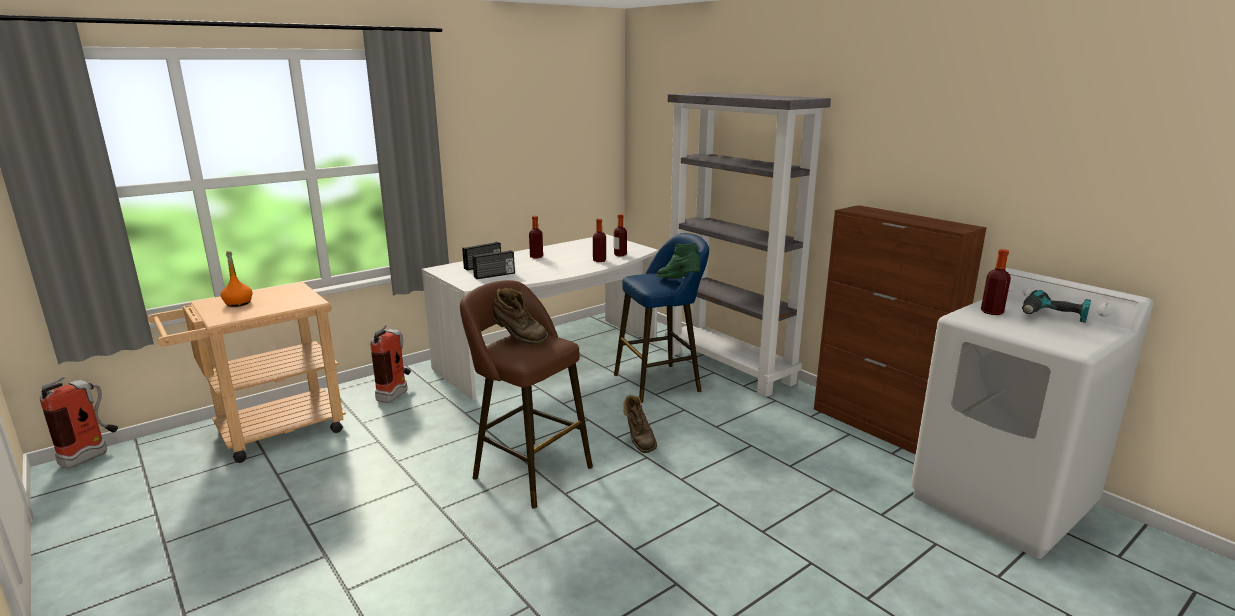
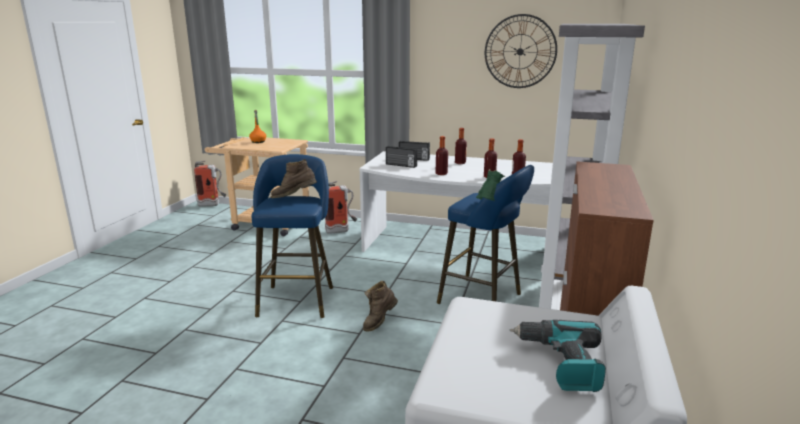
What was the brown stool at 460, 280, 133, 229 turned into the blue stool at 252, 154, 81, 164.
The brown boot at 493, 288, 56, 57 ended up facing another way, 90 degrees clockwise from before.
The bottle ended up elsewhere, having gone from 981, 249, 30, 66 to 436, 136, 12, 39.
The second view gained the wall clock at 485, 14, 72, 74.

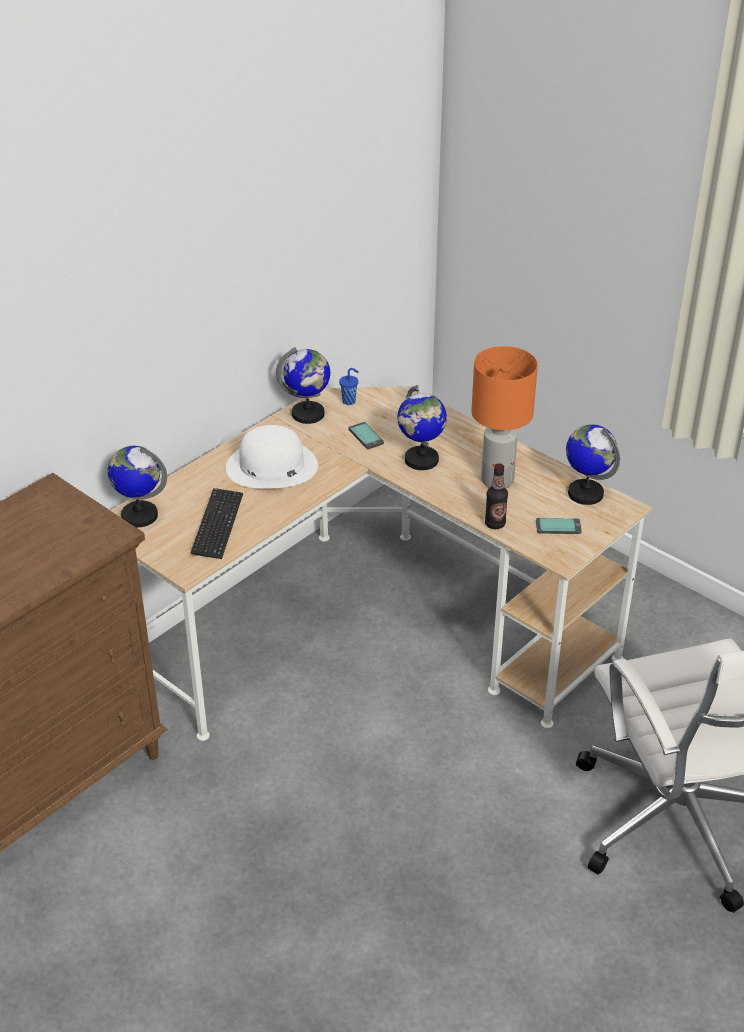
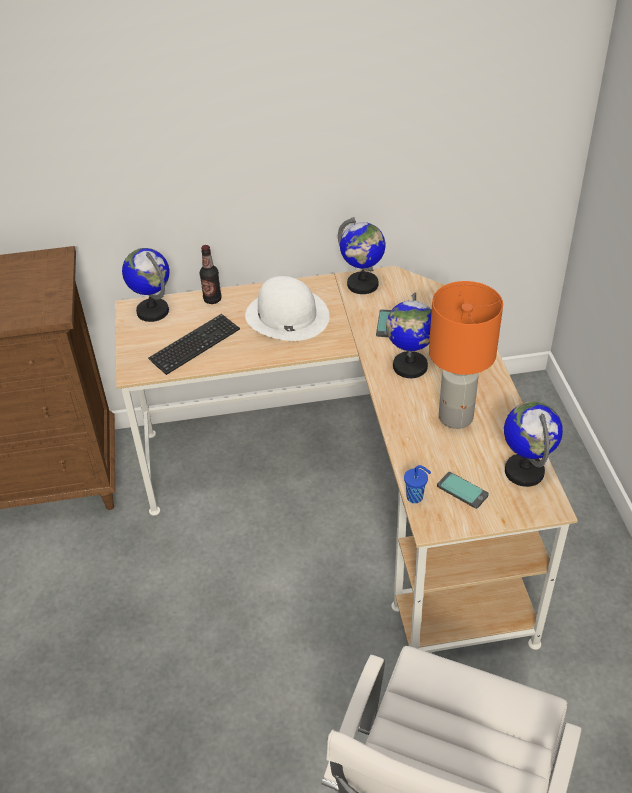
The bottle ended up elsewhere, having gone from 485, 463, 23, 66 to 199, 245, 23, 59.
The blue cup ended up elsewhere, having gone from 339, 368, 20, 37 to 404, 465, 27, 39.

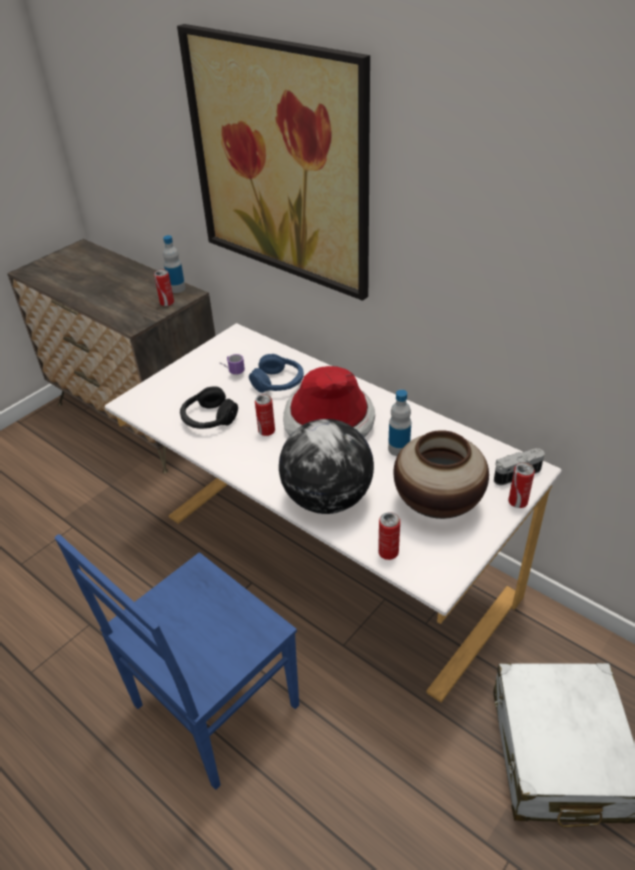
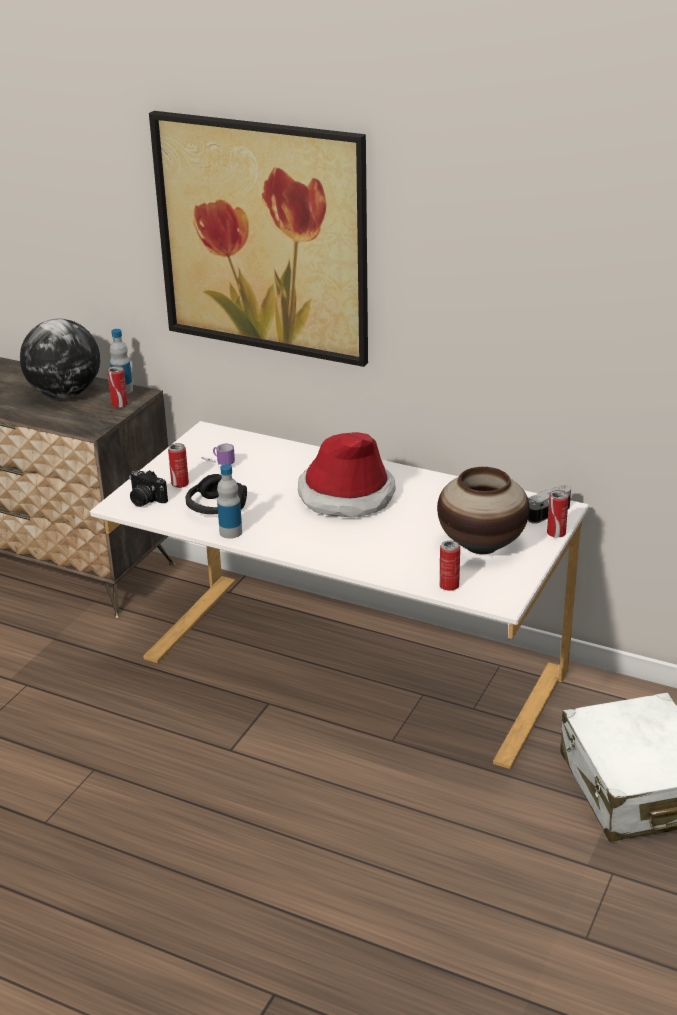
The globe ended up elsewhere, having gone from 279, 419, 95, 95 to 20, 319, 80, 79.
The second view gained the photo camera at 129, 470, 39, 37.
The can ended up elsewhere, having gone from 255, 394, 20, 42 to 168, 443, 21, 45.
The bottle ended up elsewhere, having gone from 388, 390, 23, 66 to 217, 464, 25, 75.
The second view lost the blue chair at 55, 534, 244, 256.
The second view lost the blue headphones at 249, 354, 55, 39.

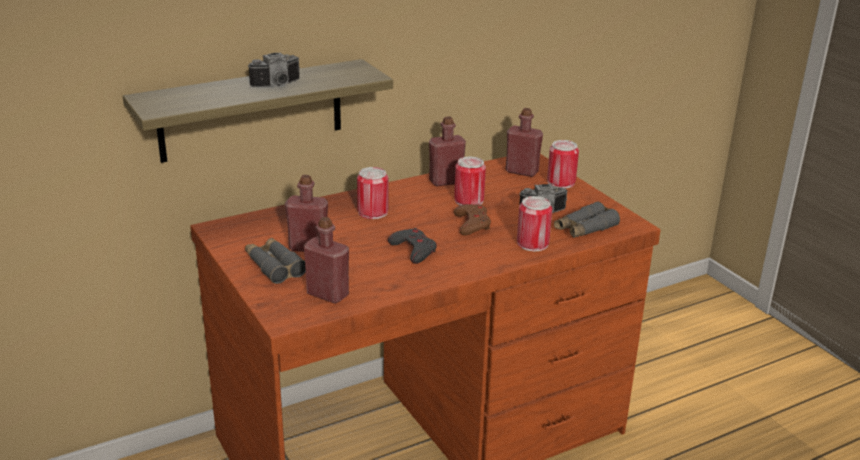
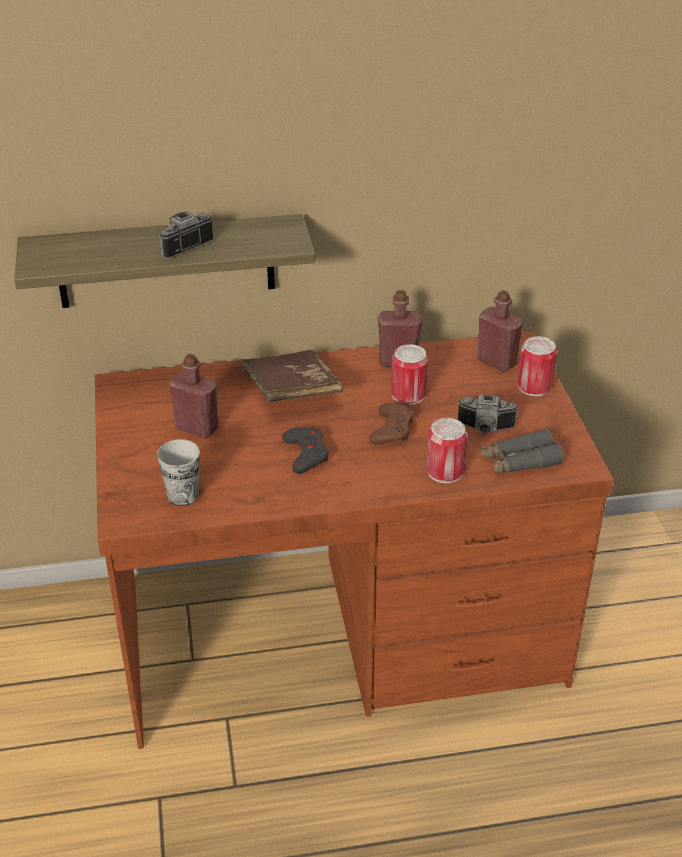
Where the red bottle stood at 304, 217, 45, 87, the cup came to stand at 157, 439, 43, 67.
The photo camera at 248, 53, 52, 34 ended up facing another way, 150 degrees clockwise from before.
Where the can stood at 357, 167, 31, 52, the brown book came to stand at 242, 350, 101, 53.
The second view lost the grey binoculars at 245, 238, 61, 46.

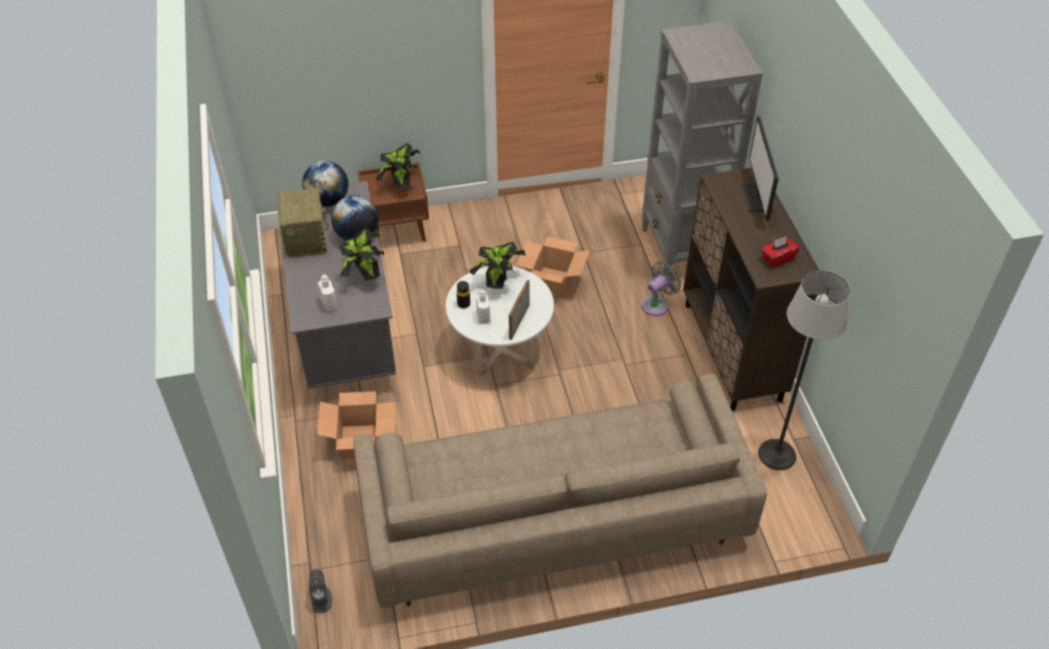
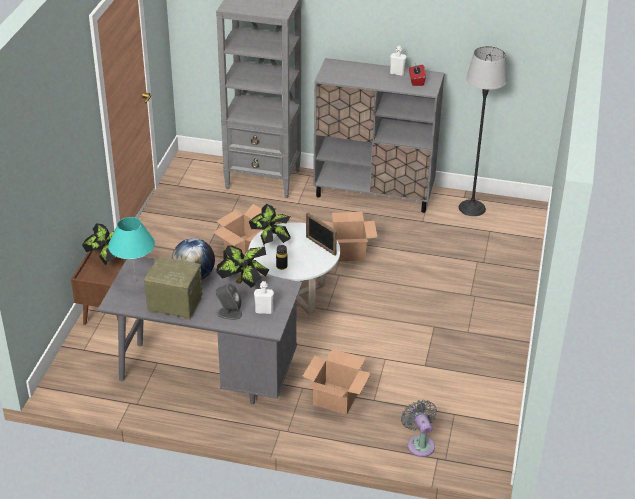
Where the globe stood at 302, 161, 46, 46, the turquoise table lamp came to stand at 108, 217, 47, 65.
The grey speaker ended up elsewhere, having gone from 308, 569, 24, 44 to 216, 283, 26, 37.
What was the brown cabinet at 683, 168, 137, 243 turned into the grey cabinet at 313, 58, 131, 155.
The second view gained the cardboard box at 323, 212, 54, 49.
The white bottle ended up elsewhere, having gone from 476, 289, 14, 35 to 390, 46, 17, 30.
The grey fan ended up elsewhere, having gone from 642, 261, 39, 55 to 401, 400, 36, 57.
The second view lost the beige sofa at 353, 374, 414, 234.
The second view lost the monitor at 741, 116, 38, 105.

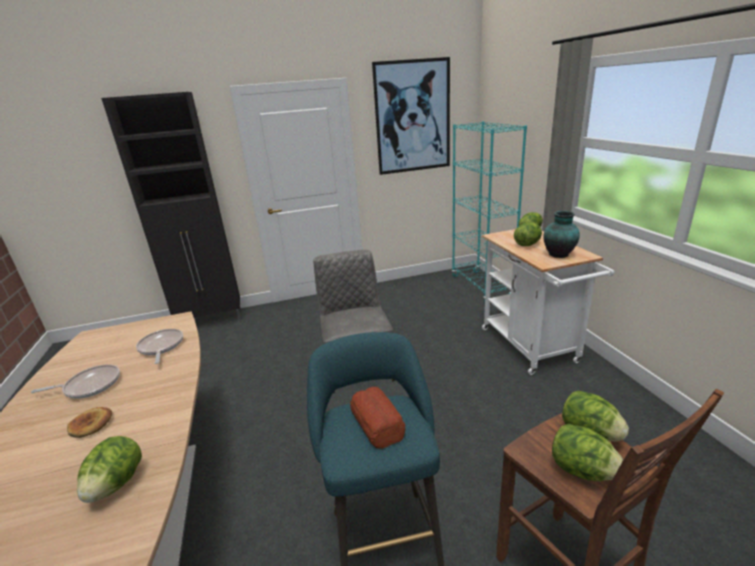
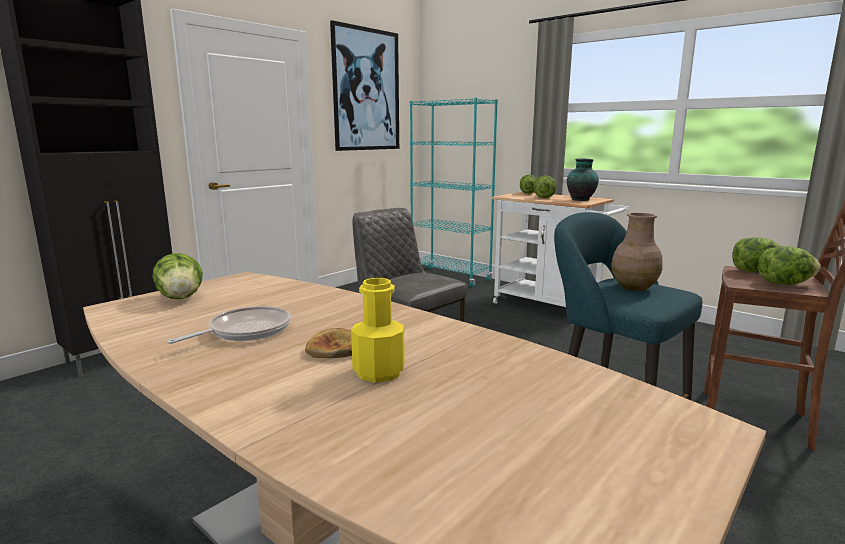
The lettuce ended up elsewhere, having gone from 77, 436, 65, 67 to 152, 253, 51, 46.
The second view gained the yellow bottle at 351, 278, 54, 105.
Where the bread stood at 350, 387, 55, 62, the brown vase came to stand at 611, 213, 52, 78.
The second view lost the frying pan at 136, 329, 47, 35.

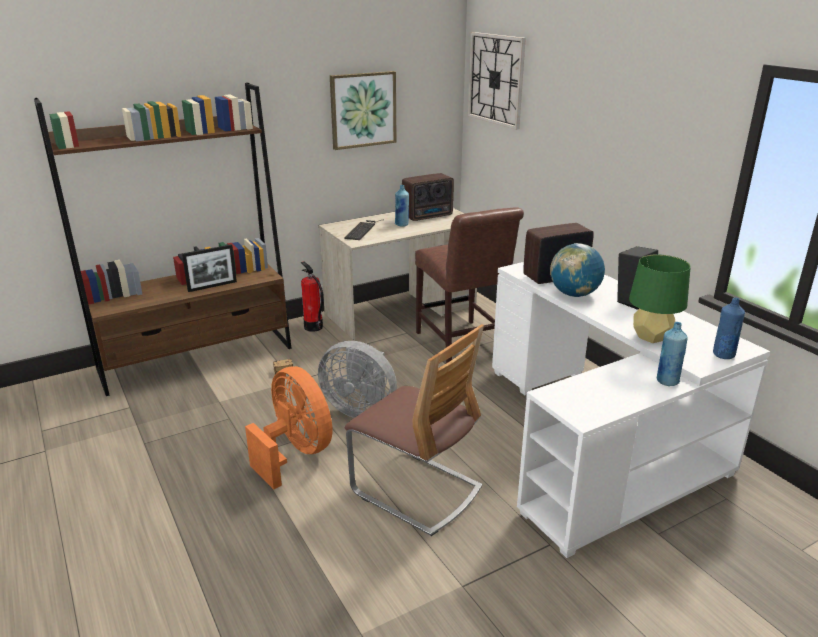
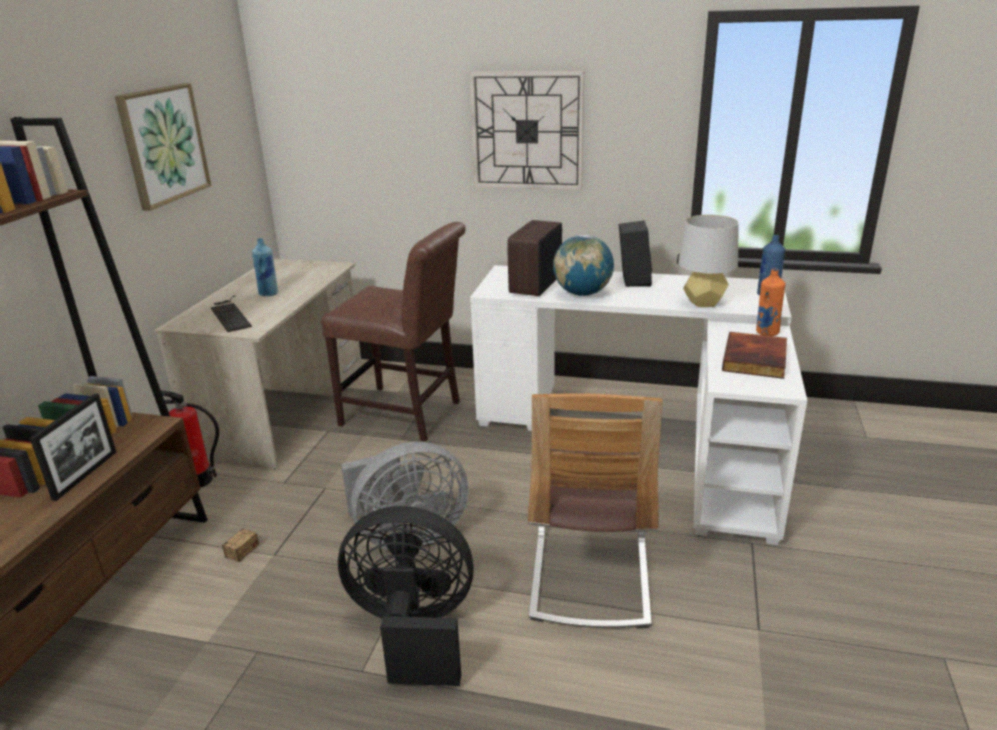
What was the orange fan at 245, 366, 87, 123 turned into the black fan at 338, 506, 136, 180.
The wall clock ended up elsewhere, having gone from 468, 32, 58, 98 to 470, 71, 114, 119.
The chair at 345, 324, 139, 212 ended up facing another way, 105 degrees clockwise from before.
What was the green table lamp at 629, 254, 62, 89 turned into the grey table lamp at 678, 215, 61, 92.
The second view gained the book at 722, 332, 65, 47.
What was the blue bottle at 657, 322, 31, 64 turned into the orange bottle at 756, 269, 29, 67.
The second view lost the radio at 402, 173, 52, 48.

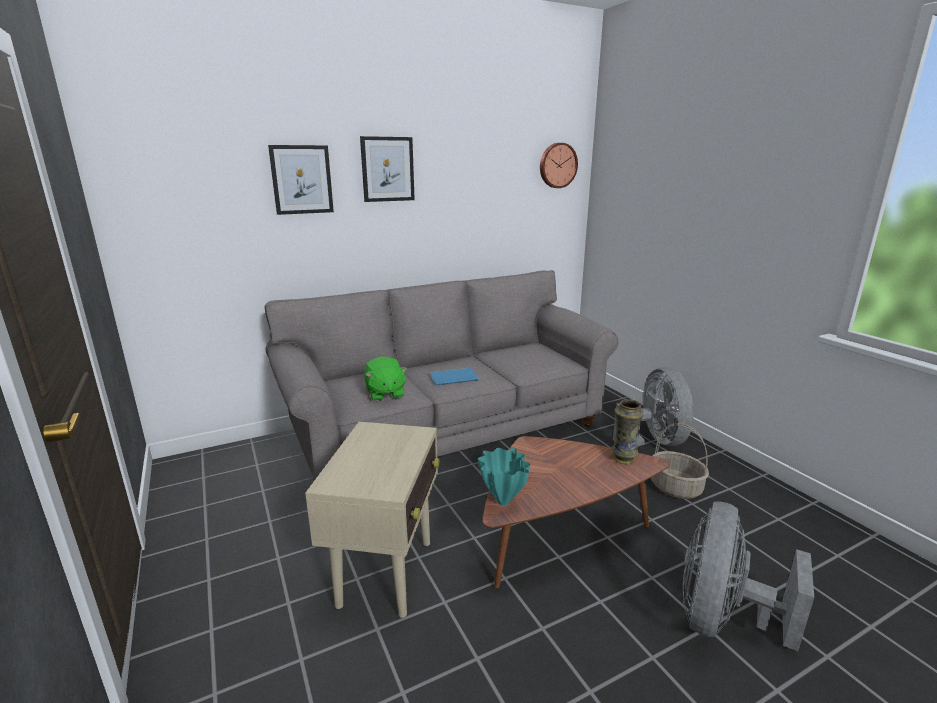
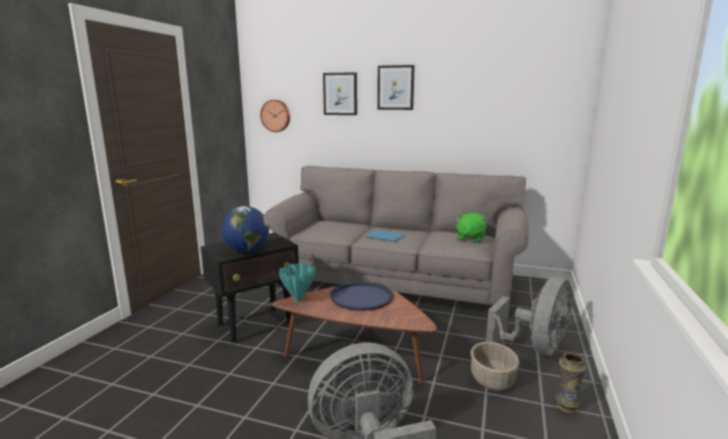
What was the beige side table at 305, 422, 134, 196 turned into the black side table at 201, 233, 98, 110.
The second view gained the globe at 222, 206, 47, 46.
The wall clock ended up elsewhere, having gone from 540, 143, 38, 45 to 260, 100, 30, 32.
The second view gained the blue tray at 330, 281, 64, 30.
The green plush toy ended up elsewhere, having gone from 364, 357, 43, 44 to 456, 213, 31, 30.
The vase ended up elsewhere, having gone from 612, 399, 32, 65 to 556, 352, 31, 61.

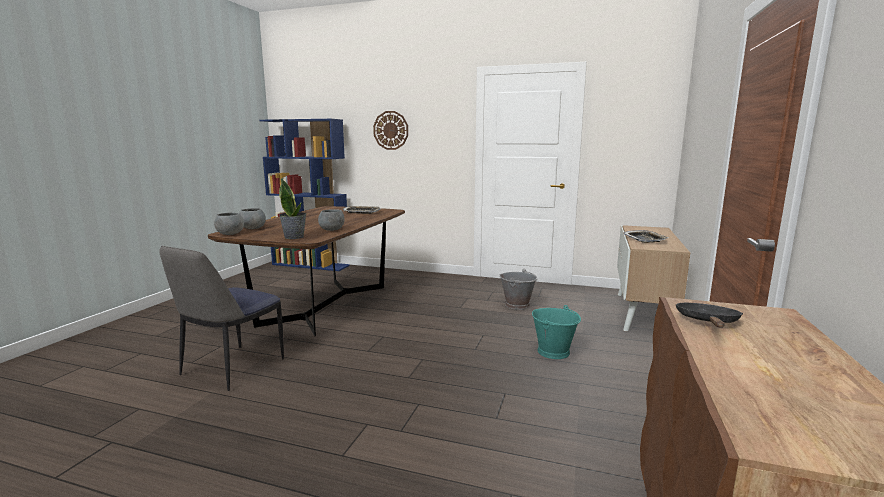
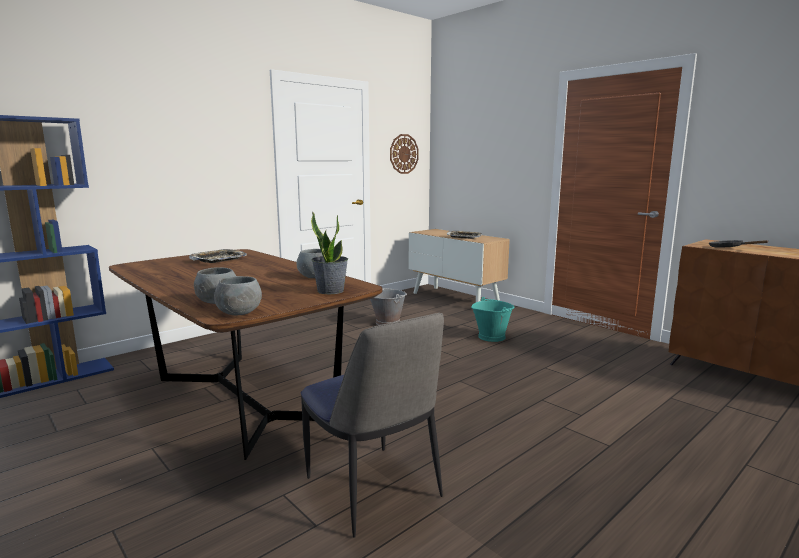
The wall clock ended up elsewhere, having gone from 373, 111, 35, 39 to 390, 134, 29, 40.

